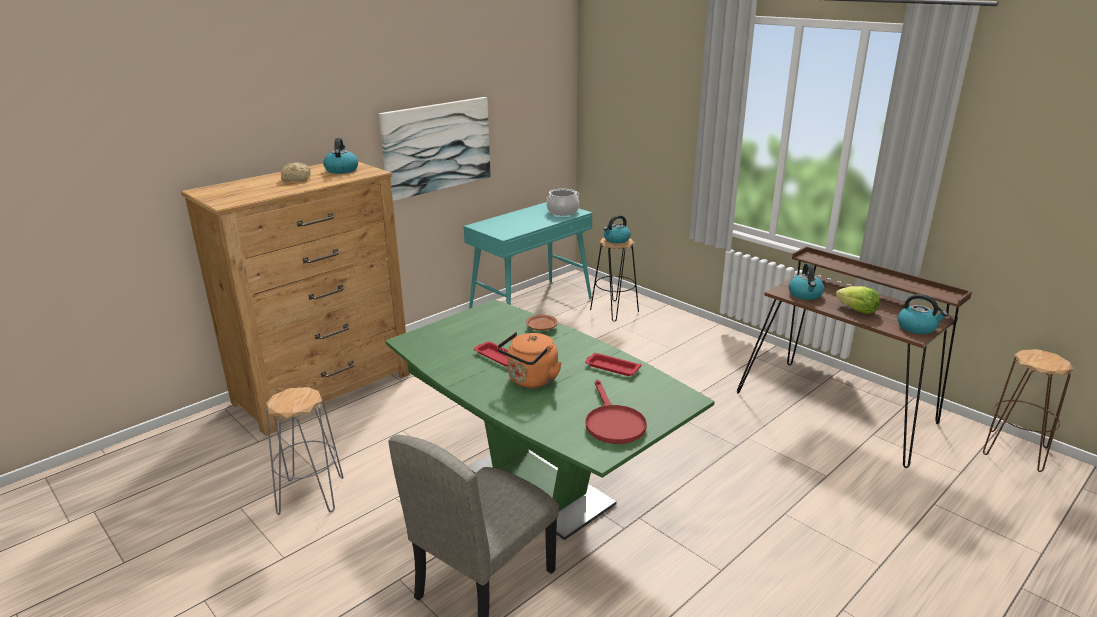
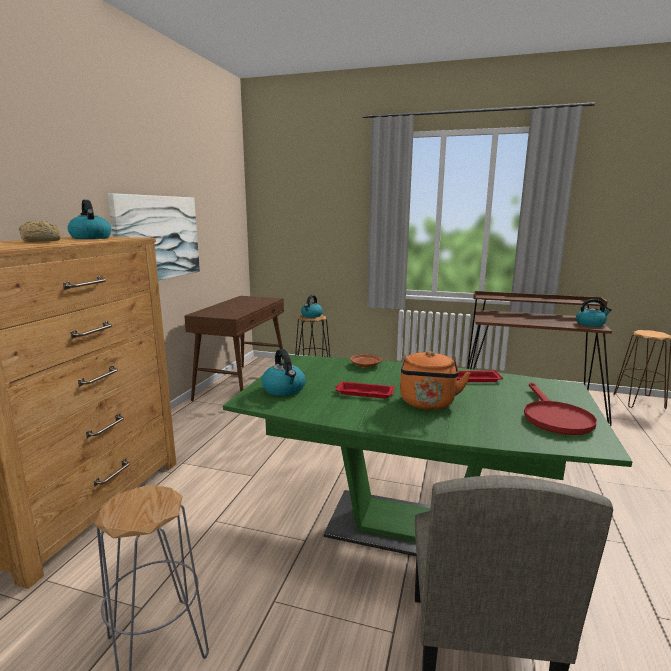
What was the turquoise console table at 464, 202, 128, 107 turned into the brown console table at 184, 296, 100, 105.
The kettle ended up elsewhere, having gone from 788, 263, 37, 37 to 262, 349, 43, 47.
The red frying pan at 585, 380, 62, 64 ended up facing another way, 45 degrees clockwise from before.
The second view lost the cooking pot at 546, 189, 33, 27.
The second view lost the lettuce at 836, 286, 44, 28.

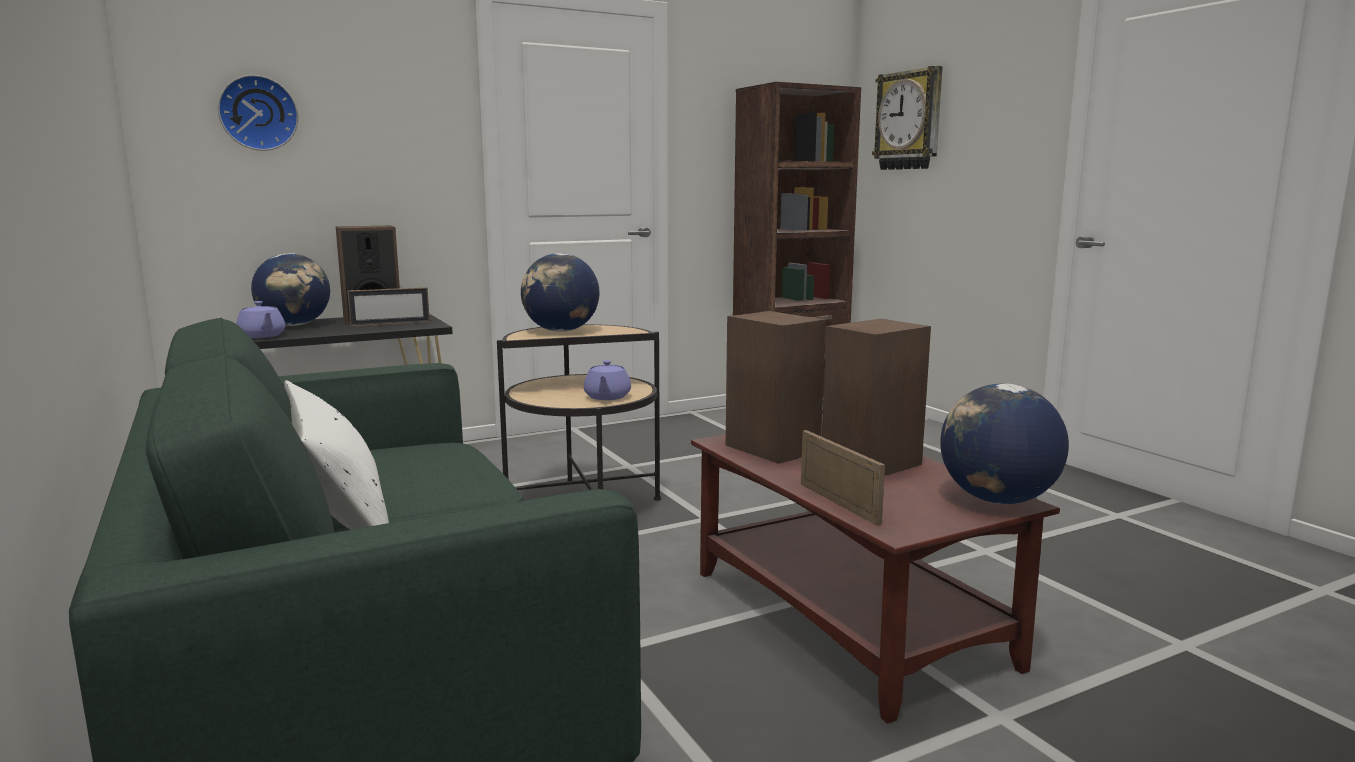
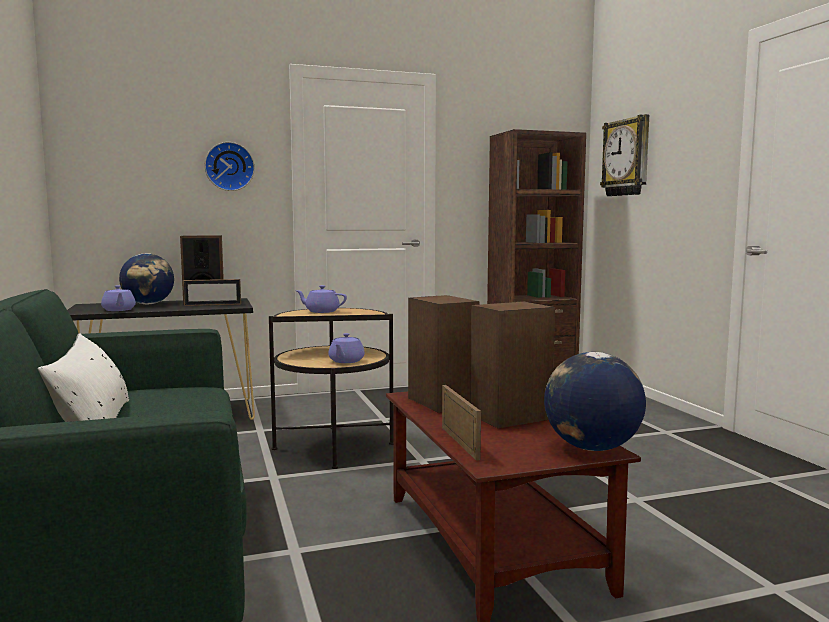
The wall clock ended up elsewhere, having gone from 218, 75, 81, 76 to 205, 142, 50, 49.
Where the globe stood at 521, 253, 78, 79, the purple teapot came to stand at 295, 285, 52, 28.

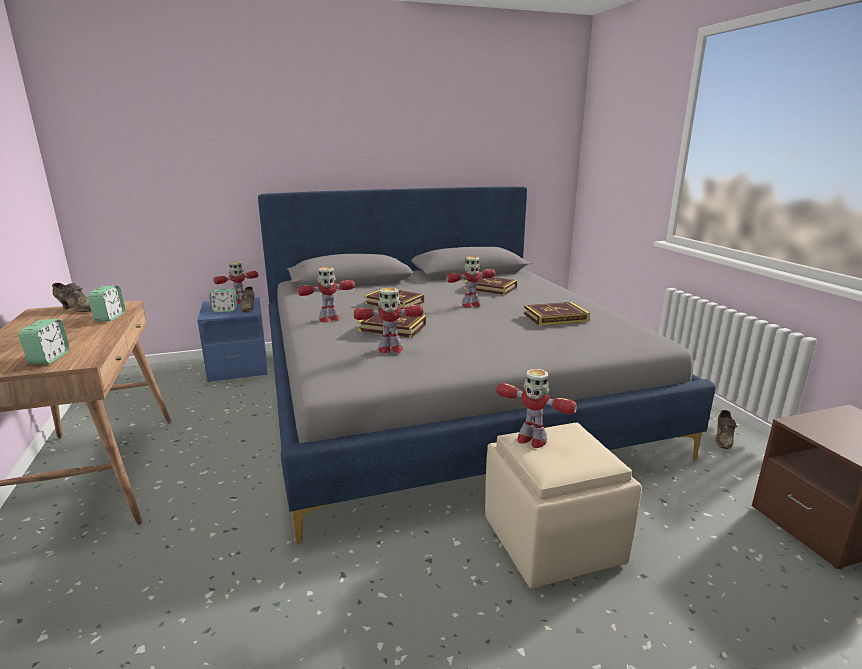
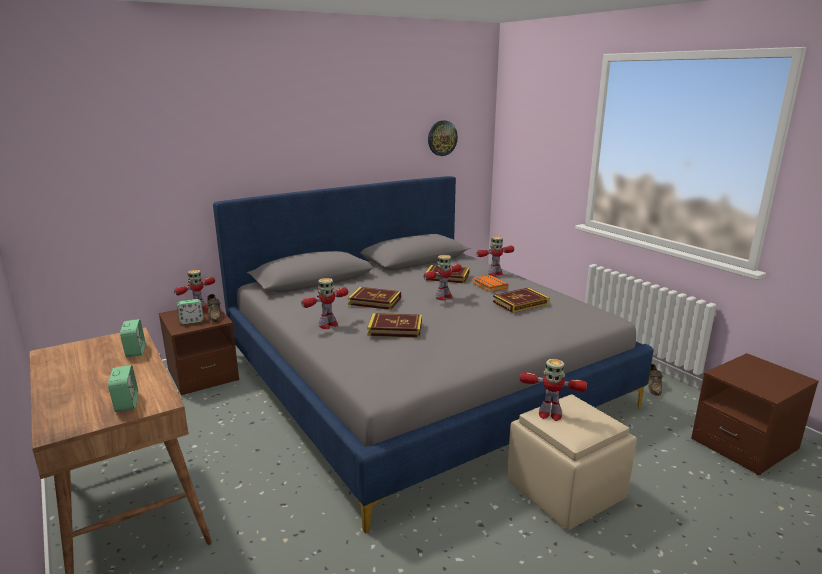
What was the blue nightstand at 197, 297, 70, 85 turned into the brown nightstand at 159, 304, 80, 92.
The second view gained the wall clock at 428, 120, 30, 36.
The second view gained the orange book at 473, 275, 35, 17.
The toy robot ended up elsewhere, having gone from 354, 287, 70, 67 to 476, 236, 38, 41.
The second view lost the brown shoe at 52, 283, 39, 29.

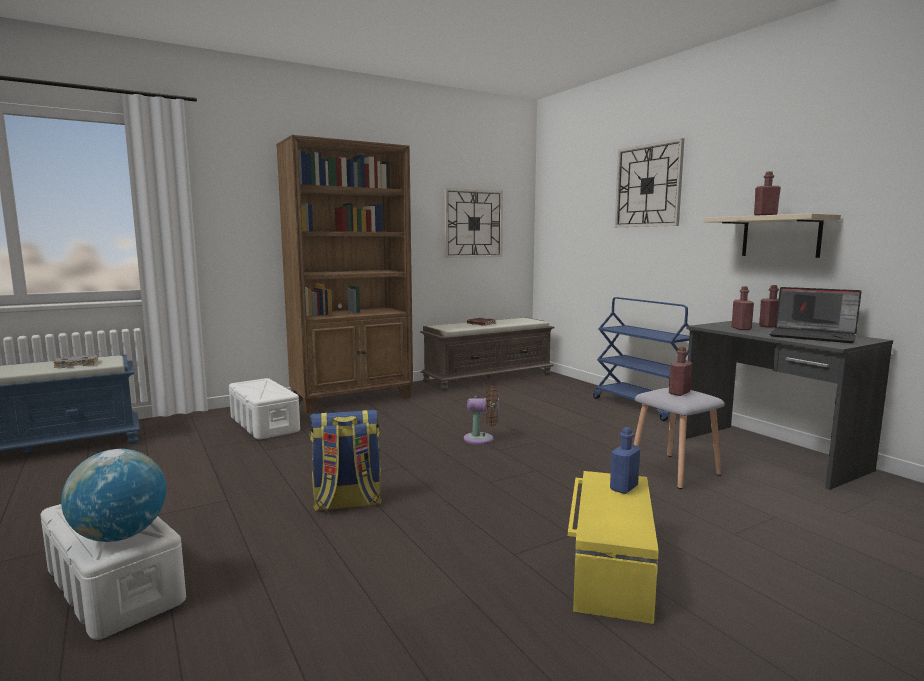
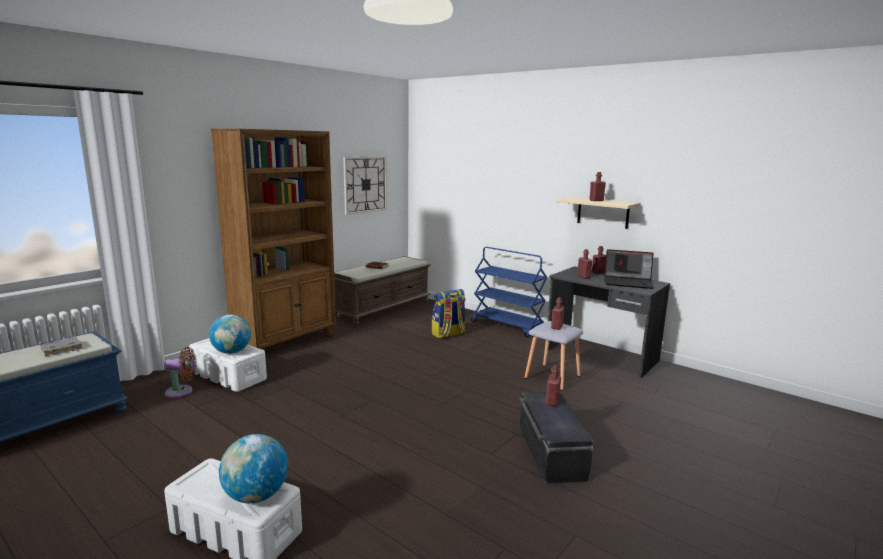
The brown fan ended up elsewhere, having gone from 464, 385, 35, 60 to 164, 347, 32, 51.
The second view gained the globe at 209, 315, 42, 39.
The backpack ended up elsewhere, having gone from 309, 410, 73, 101 to 432, 289, 34, 50.
What was the yellow storage box at 568, 471, 91, 153 turned into the black storage box at 520, 392, 73, 91.
What was the blue bottle at 610, 427, 30, 67 turned into the red bottle at 545, 365, 16, 41.
The second view lost the wall clock at 615, 138, 69, 89.

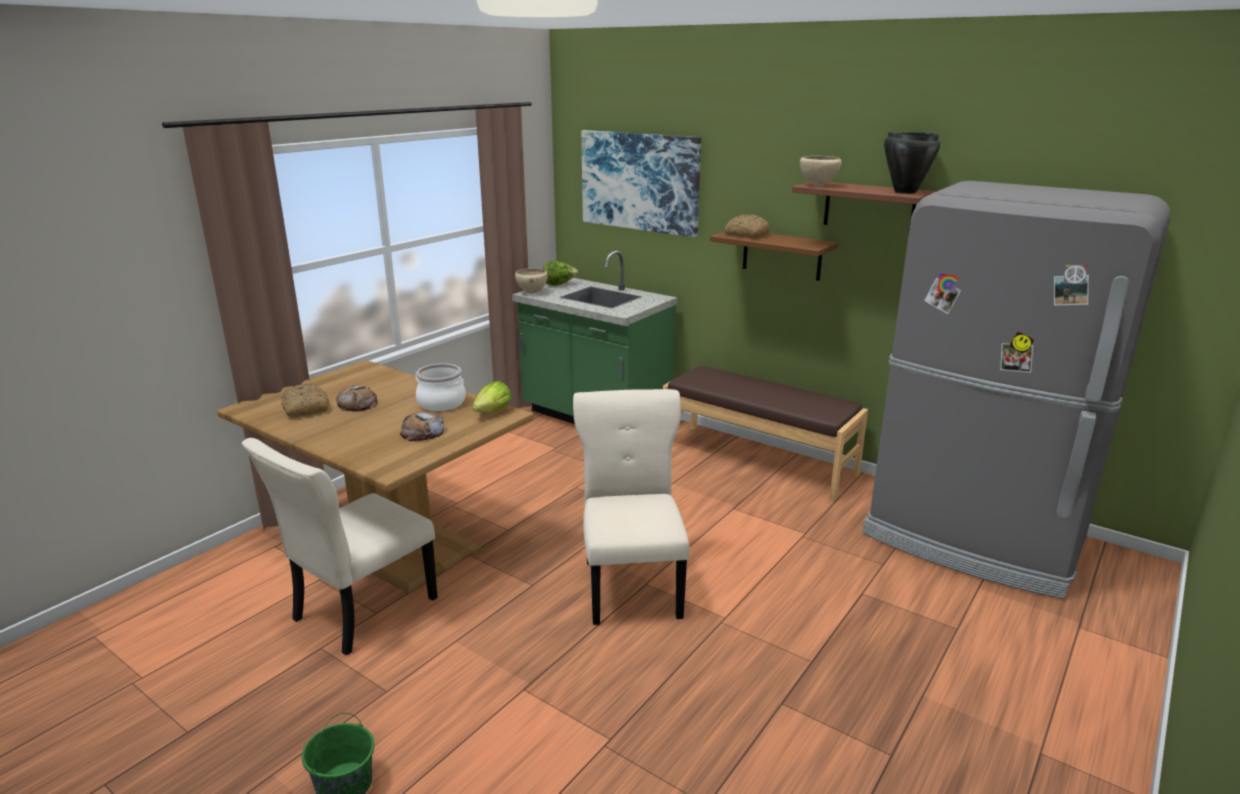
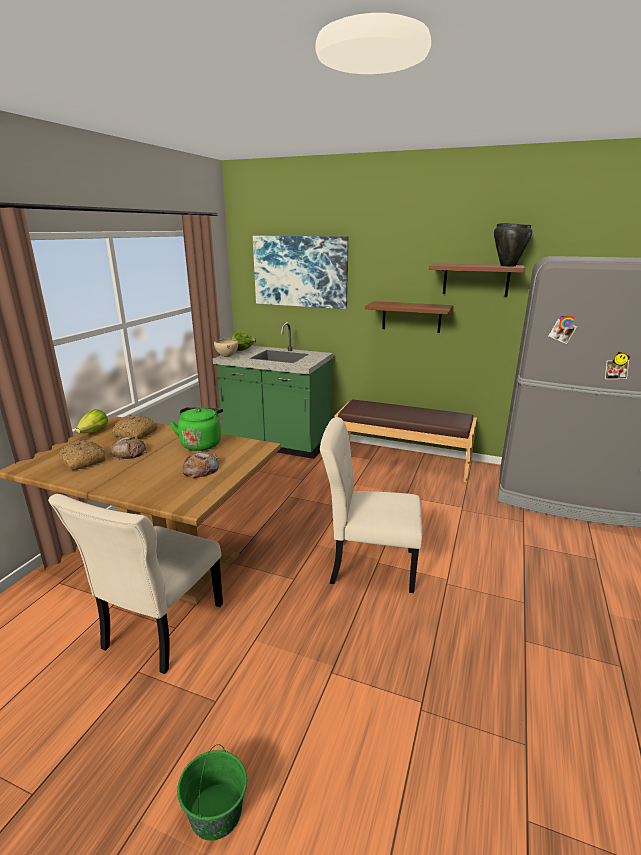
The lettuce ended up elsewhere, having gone from 472, 381, 39, 31 to 76, 409, 32, 24.
The bread ended up elsewhere, having gone from 724, 214, 46, 24 to 112, 415, 46, 24.
Where the cooking pot stood at 416, 363, 50, 48, the green kettle came to stand at 170, 407, 53, 44.
The beige chair at 573, 389, 116, 236 ended up facing another way, 60 degrees counterclockwise from before.
The second view lost the beige bowl at 800, 156, 41, 30.

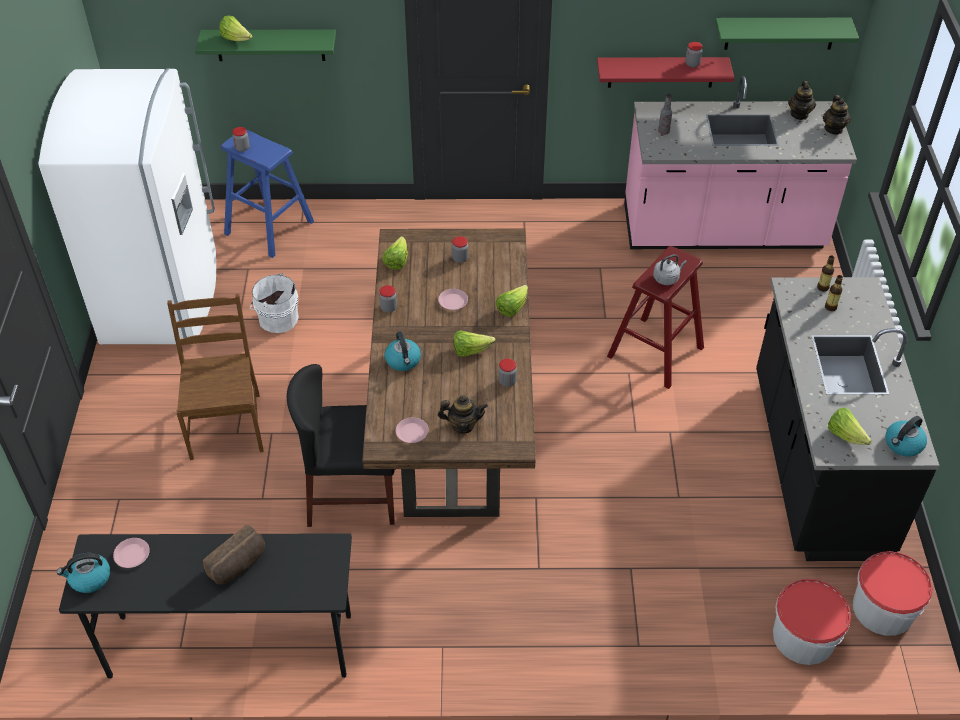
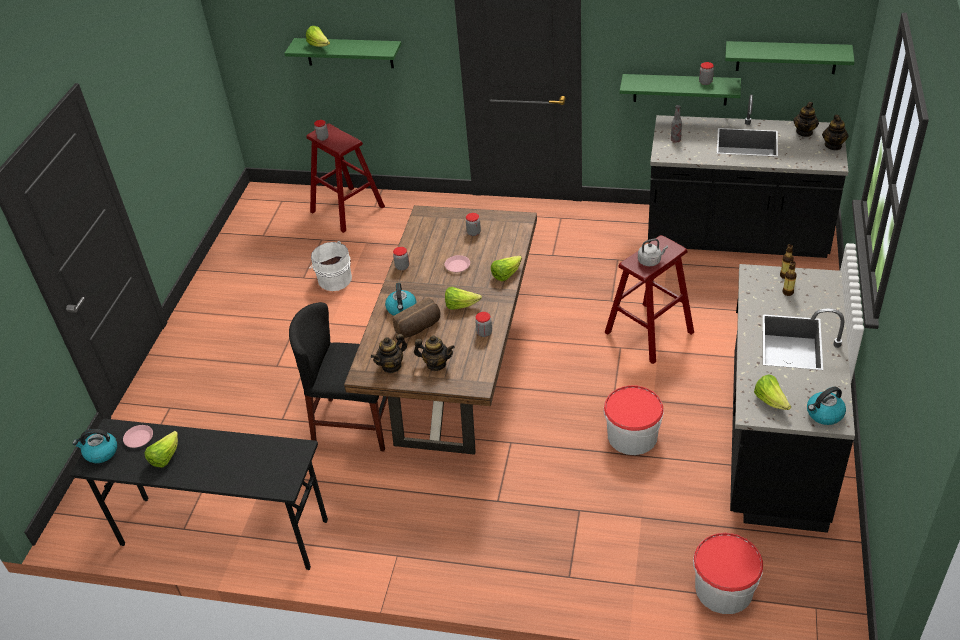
The lettuce ended up elsewhere, having gone from 382, 236, 26, 34 to 144, 431, 34, 36.
What was the blue stool at 220, 129, 94, 129 turned into the red stool at 306, 124, 79, 109.
Where the pink plate stood at 396, 417, 33, 26, the teapot came to stand at 371, 334, 36, 39.
The bread ended up elsewhere, having gone from 203, 525, 62, 60 to 393, 298, 48, 40.
The bucket ended up elsewhere, having gone from 853, 551, 80, 85 to 604, 385, 60, 70.
What was the red shelf at 597, 57, 138, 31 turned into the green shelf at 620, 74, 121, 31.
What was the pink counter at 624, 76, 233, 173 turned into the black counter at 648, 94, 200, 164.
The second view lost the white fridge at 38, 68, 178, 277.
The second view lost the brown chair at 167, 294, 96, 166.

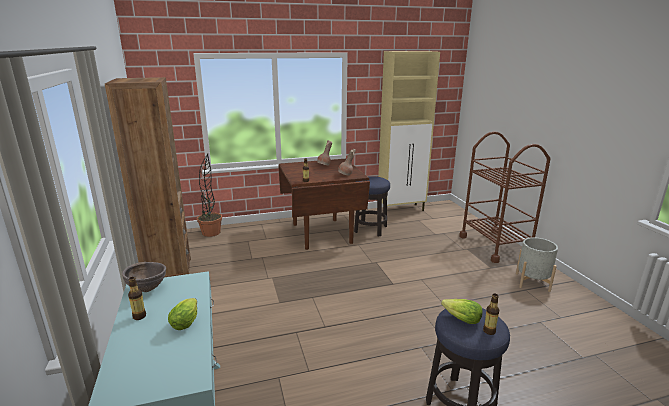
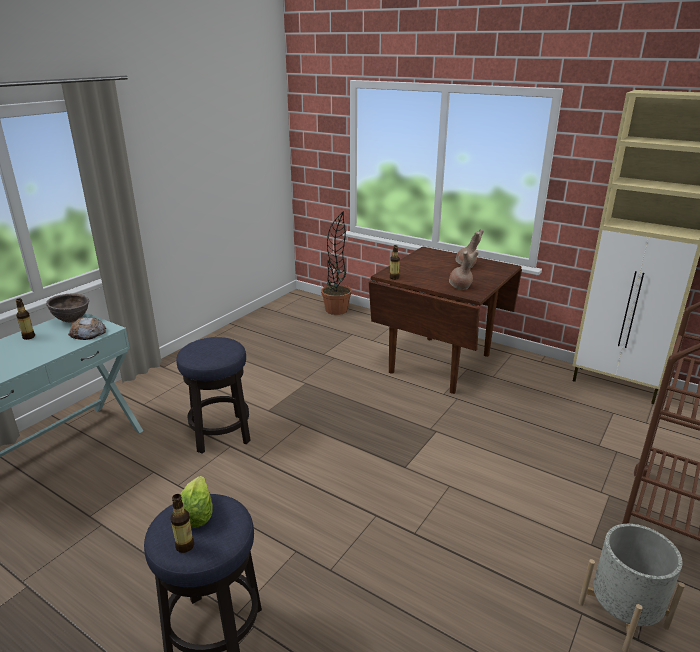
The second view gained the bread at 68, 317, 38, 23.
The stool ended up elsewhere, having gone from 354, 176, 36, 61 to 176, 337, 75, 117.
The second view lost the brown bookcase at 105, 77, 86, 200.
The second view lost the lettuce at 168, 298, 29, 32.

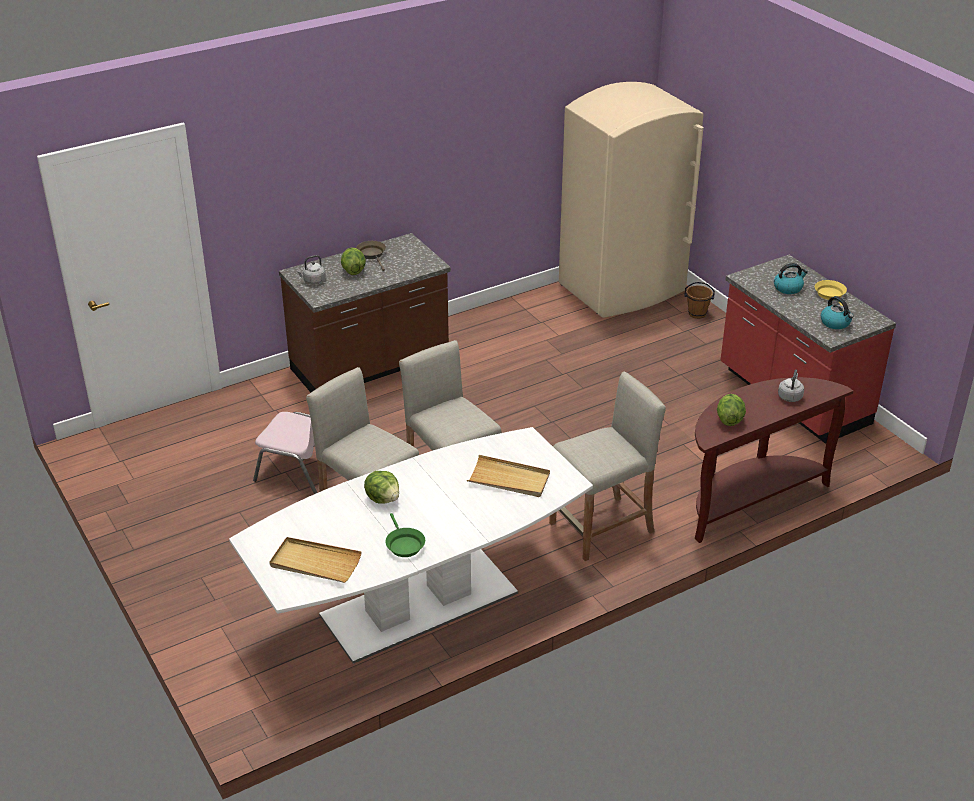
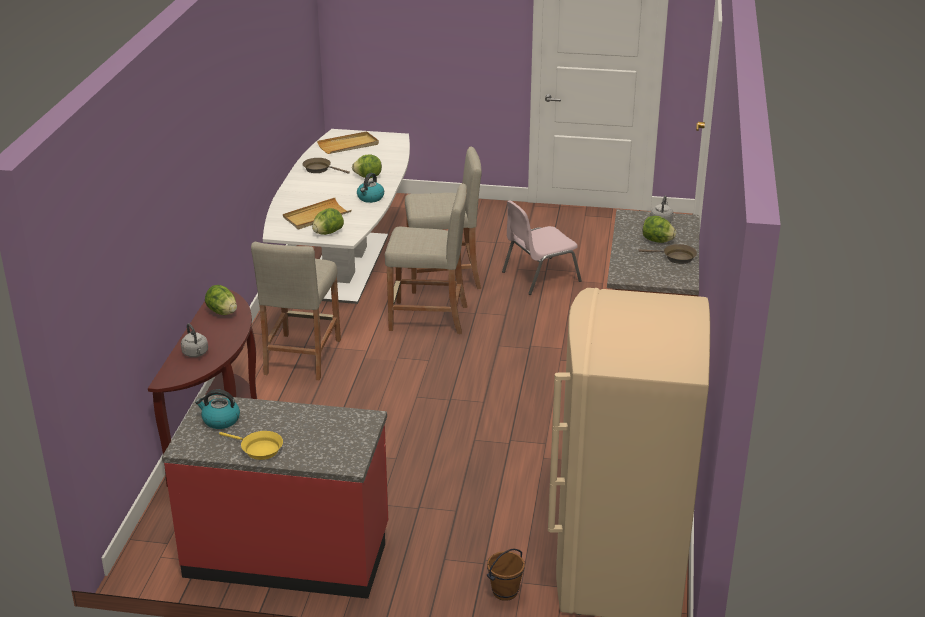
What was the green frying pan at 386, 513, 39, 44 turned into the brown frying pan at 303, 158, 47, 16.
The second view gained the lettuce at 312, 208, 32, 27.
The kettle ended up elsewhere, having gone from 774, 263, 34, 31 to 357, 173, 27, 30.

